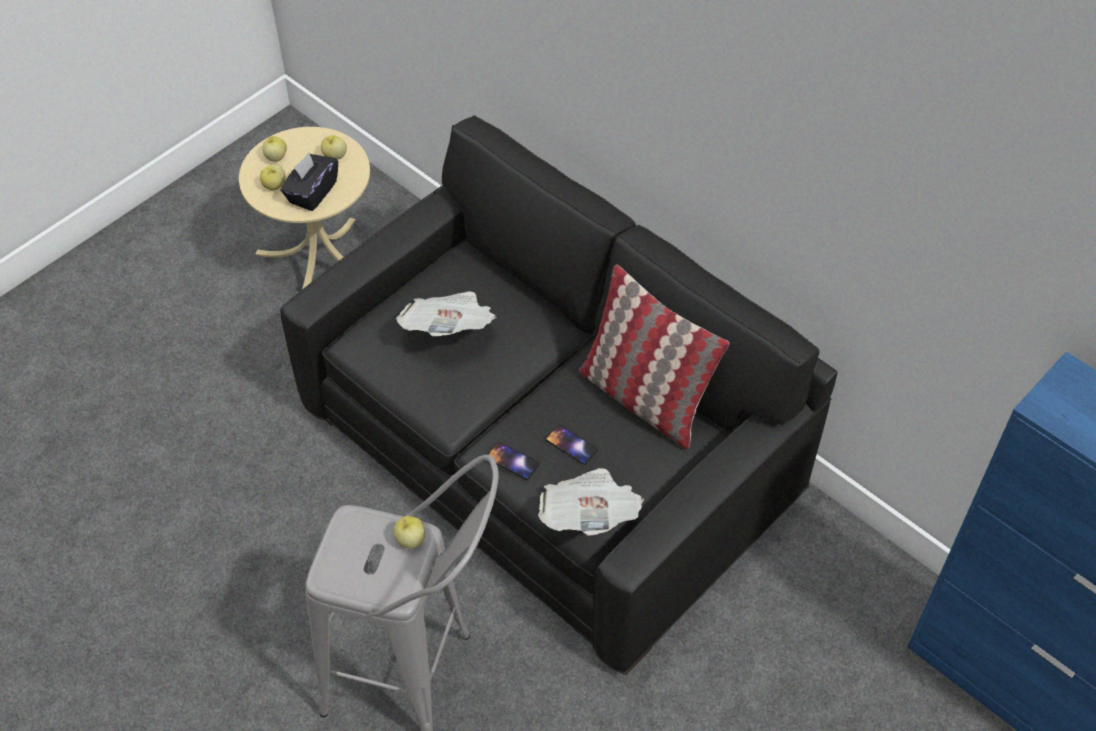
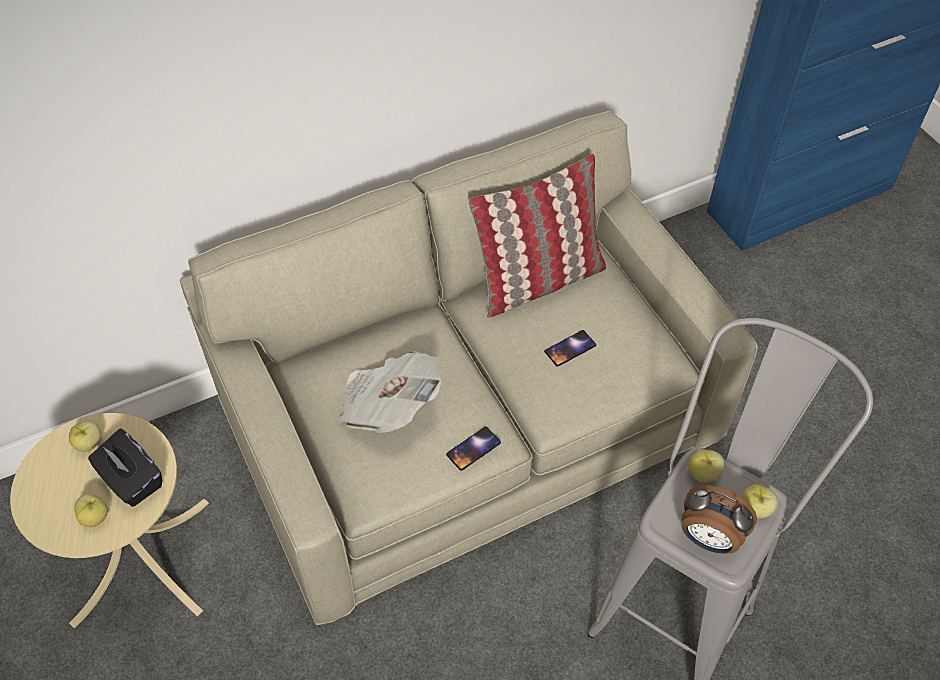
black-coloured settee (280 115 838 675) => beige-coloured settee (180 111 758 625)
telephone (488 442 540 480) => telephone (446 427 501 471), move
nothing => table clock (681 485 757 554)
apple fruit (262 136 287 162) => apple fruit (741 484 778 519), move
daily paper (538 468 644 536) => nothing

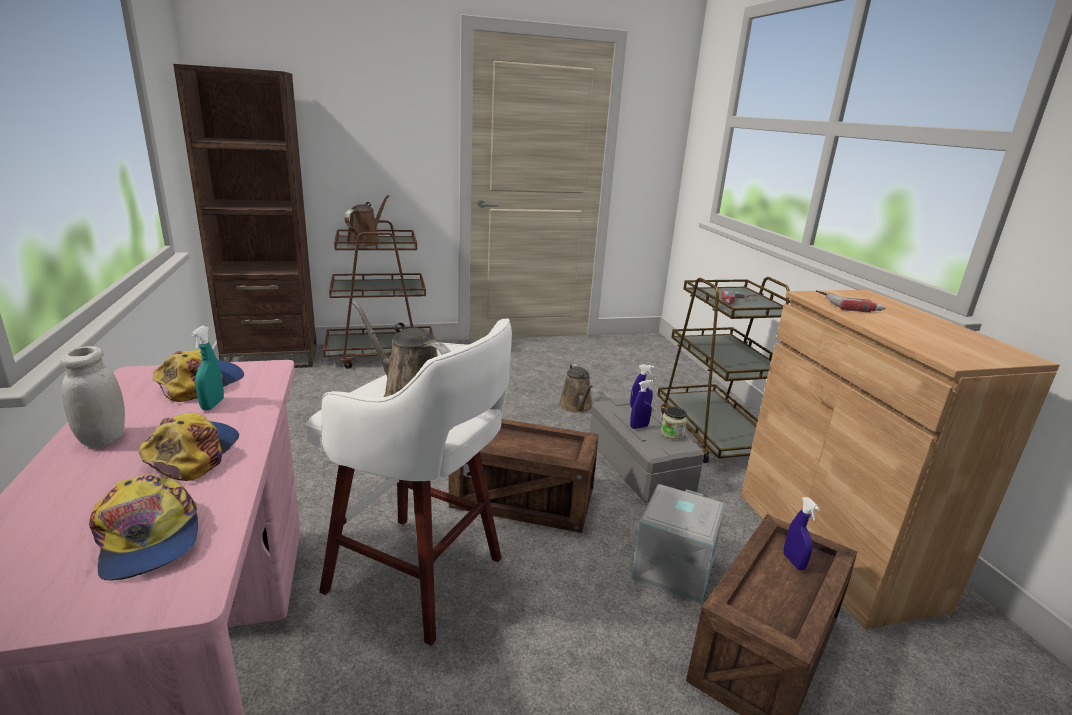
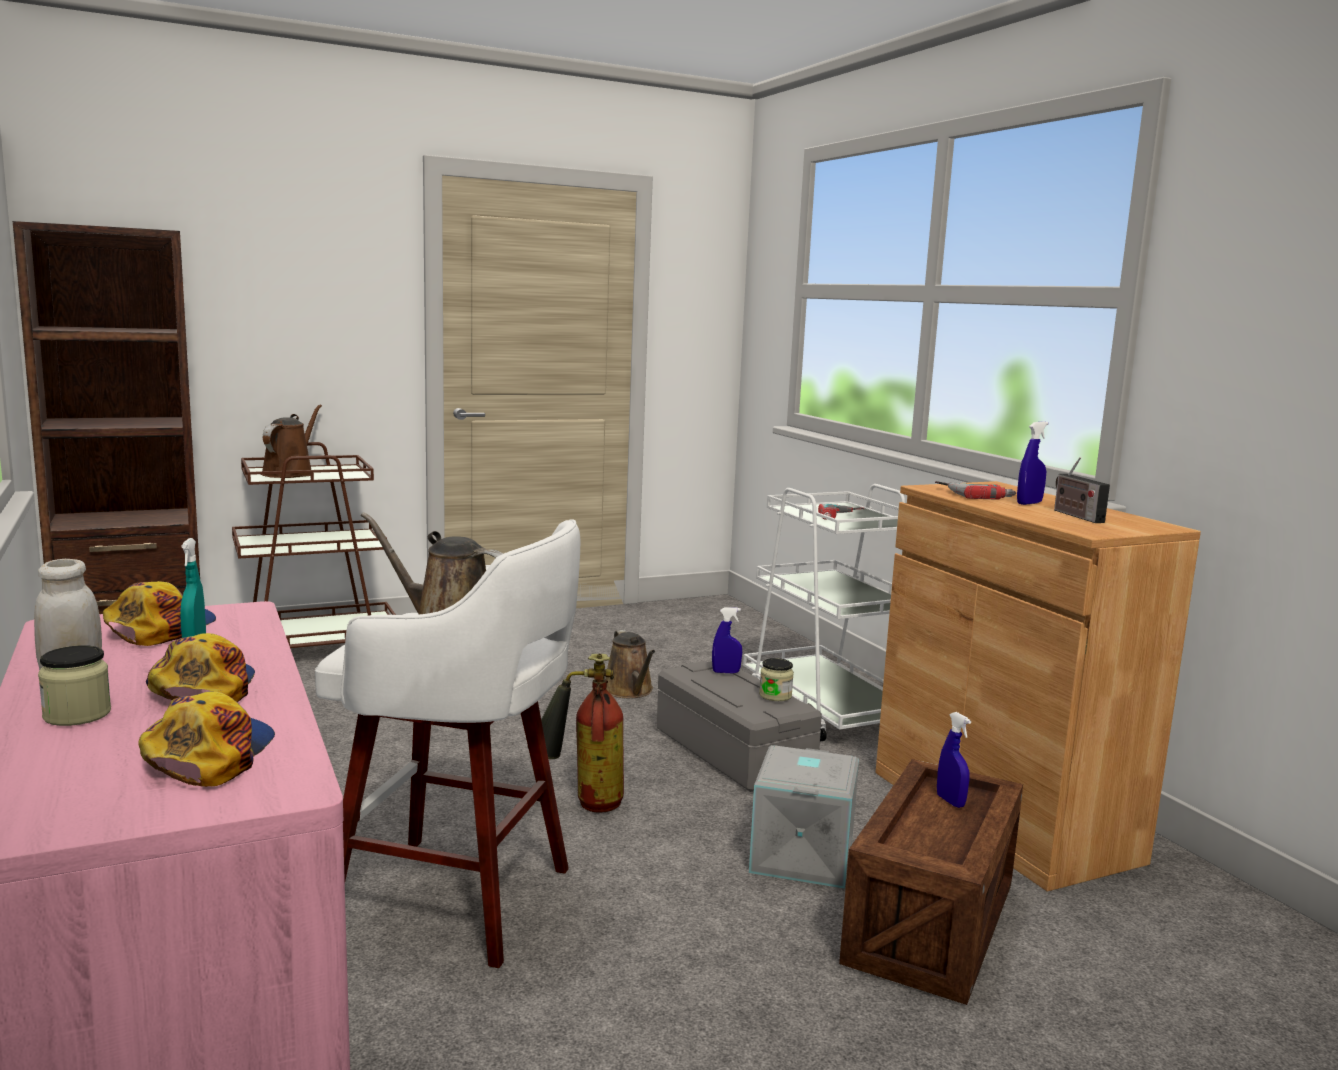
nothing => storage jar (38 645 111 726)
peaked cap (89 474 198 581) => peaked cap (138 691 275 787), 135 degrees counterclockwise
crate (449 419 598 533) => extinguisher (541 653 624 813)
brown cart (657 277 791 463) => whitish cart (743 484 905 741)
blue-coloured spray bottle (630 380 653 429) => blue-coloured spray bottle (1017 421 1048 505), move
nothing => radio set (1054 457 1110 523)

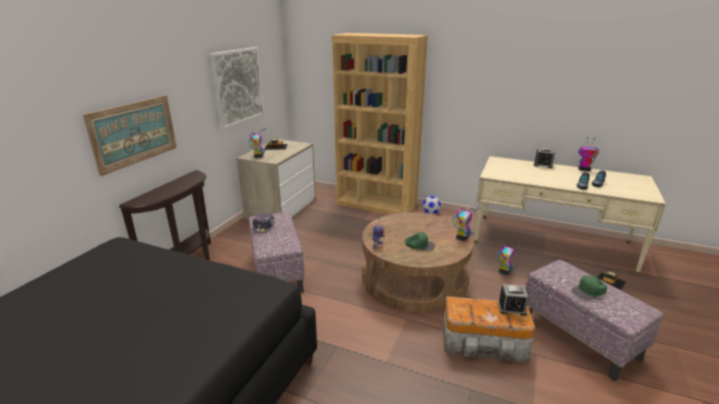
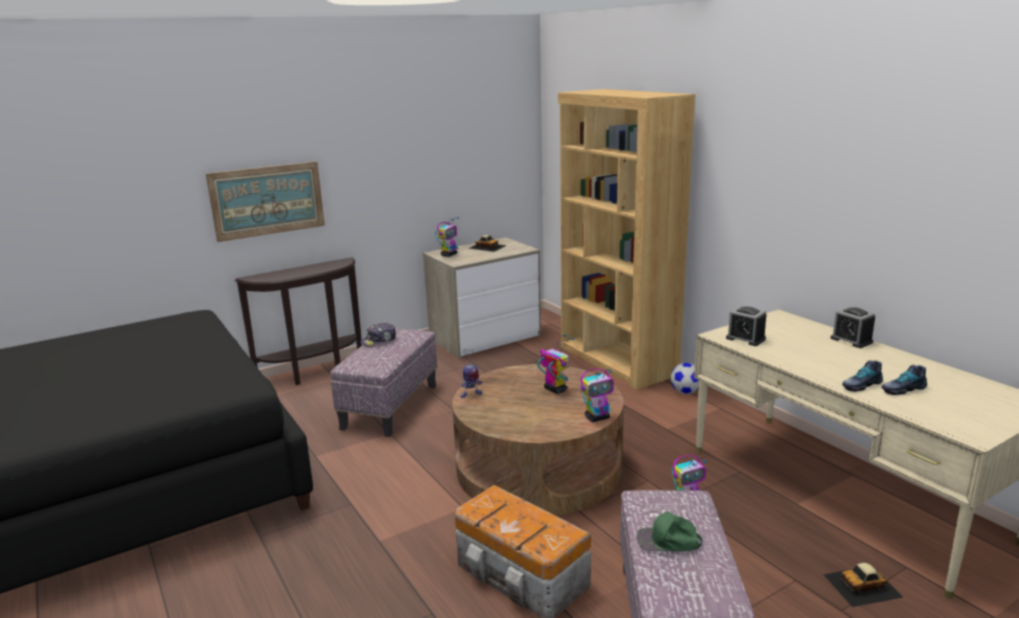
model robot (578 137 599 171) => model robot (537 334 574 394), move
table clock (498 284 529 316) => table clock (726 306 767 346), move
picture (209 47 264 130) => nothing
green peaked cap (405 232 435 251) => nothing

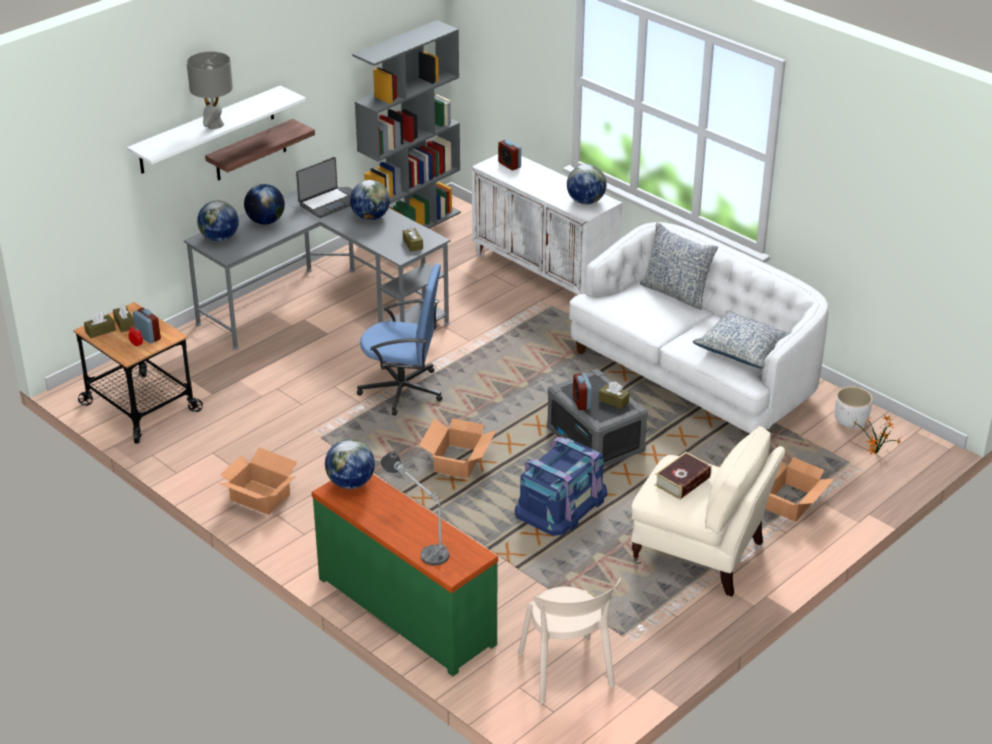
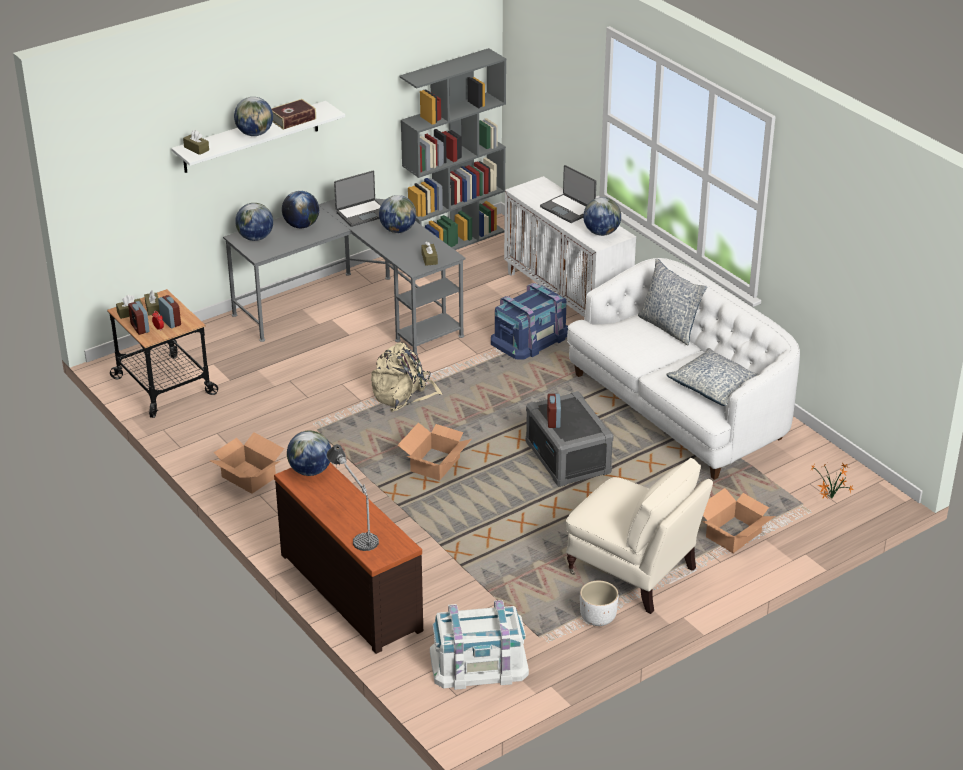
table clock (498 139 521 170) => table clock (128 301 149 335), move
brown tissue box (599 381 629 409) => brown tissue box (183 130 209 155), move
greyish tabletop lamp (187 51 233 129) => globe (234 97 273 136)
book (654 452 712 500) => book (271 99 316 130), move
green drawer chest (312 474 498 676) => brown drawer chest (274 463 423 654)
blue-coloured office chair (357 264 443 416) => beige-coloured backpack (371 342 442 412)
beige-coloured plain chair (518 578 621 704) => whitish storage bin (430 600 529 690)
blue-coloured storage bin (515 437 607 536) => blue-coloured storage bin (491 283 568 359), move
nothing => notebook computer (540 165 597 223)
whitish plant pot (835 387 873 429) => whitish plant pot (580 581 618 626), move
bracket shelf (205 119 315 181) => nothing

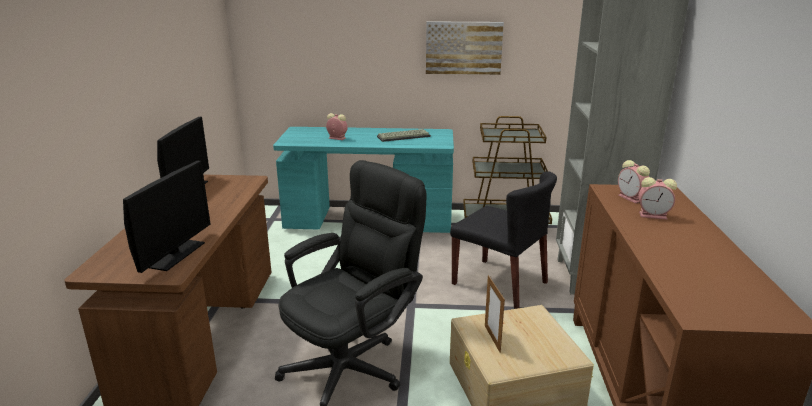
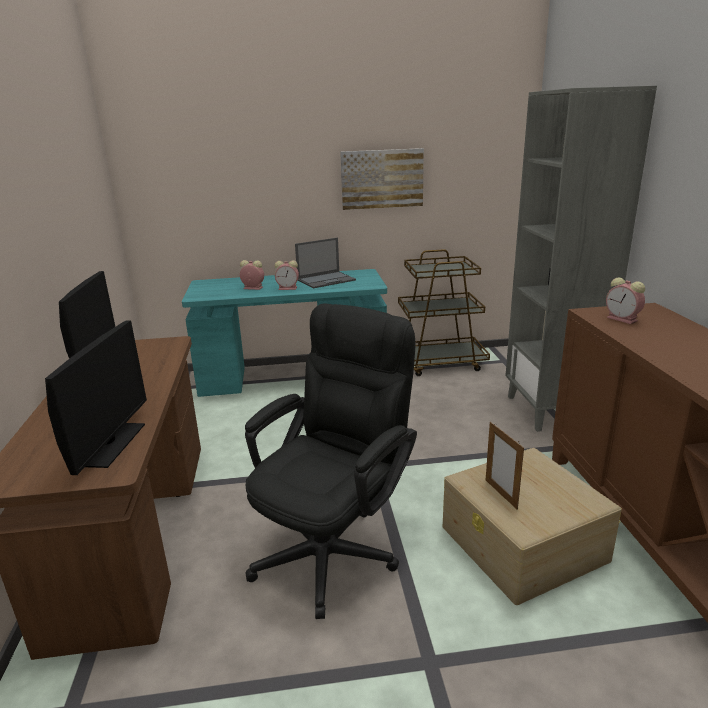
table clock (638 177 677 220) => table clock (275 260 299 290), move
PC keyboard (377 129 431 142) => notebook computer (295 238 356 288)
black-coloured plain chair (450 171 557 309) => nothing

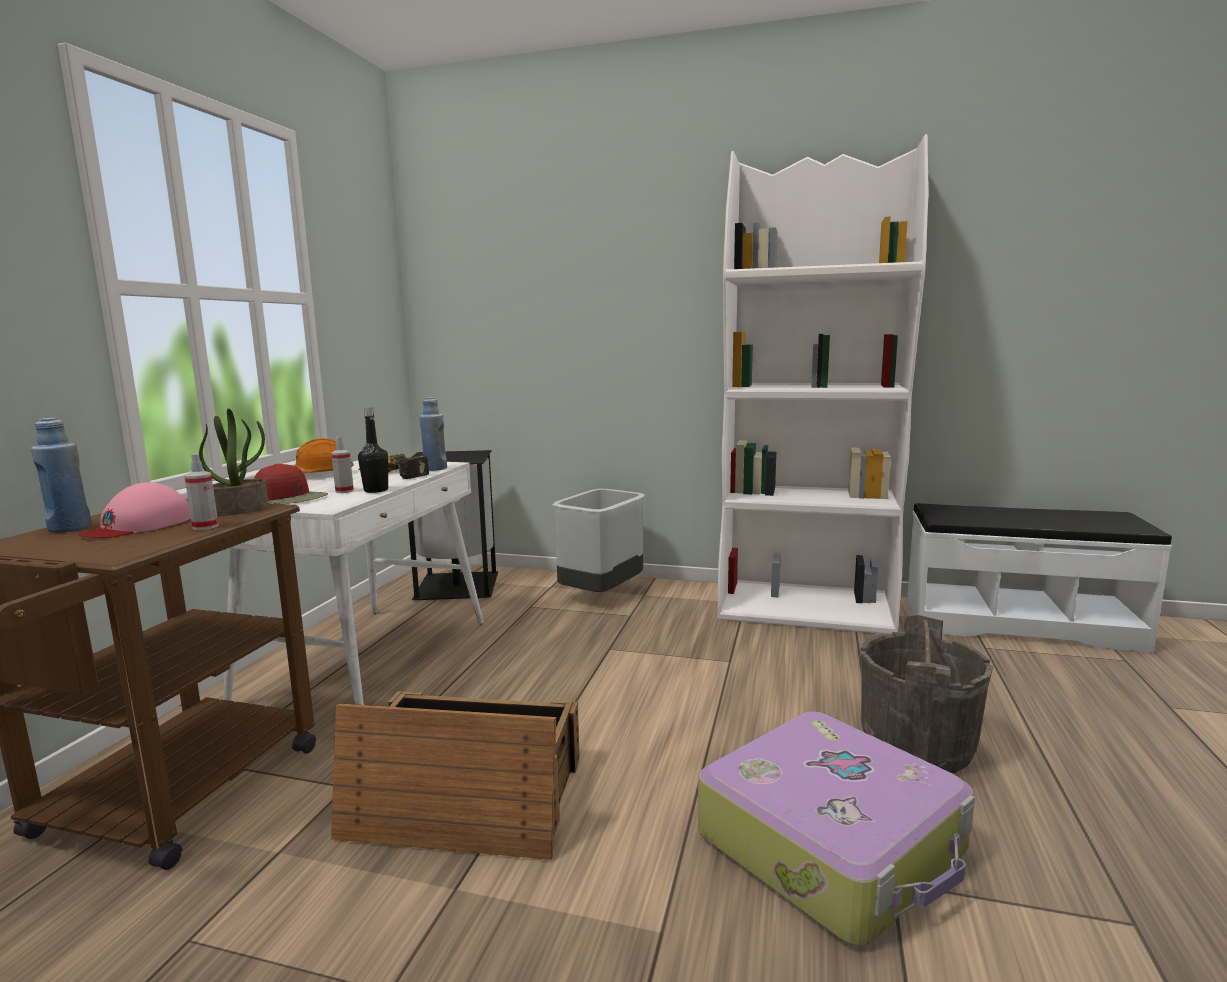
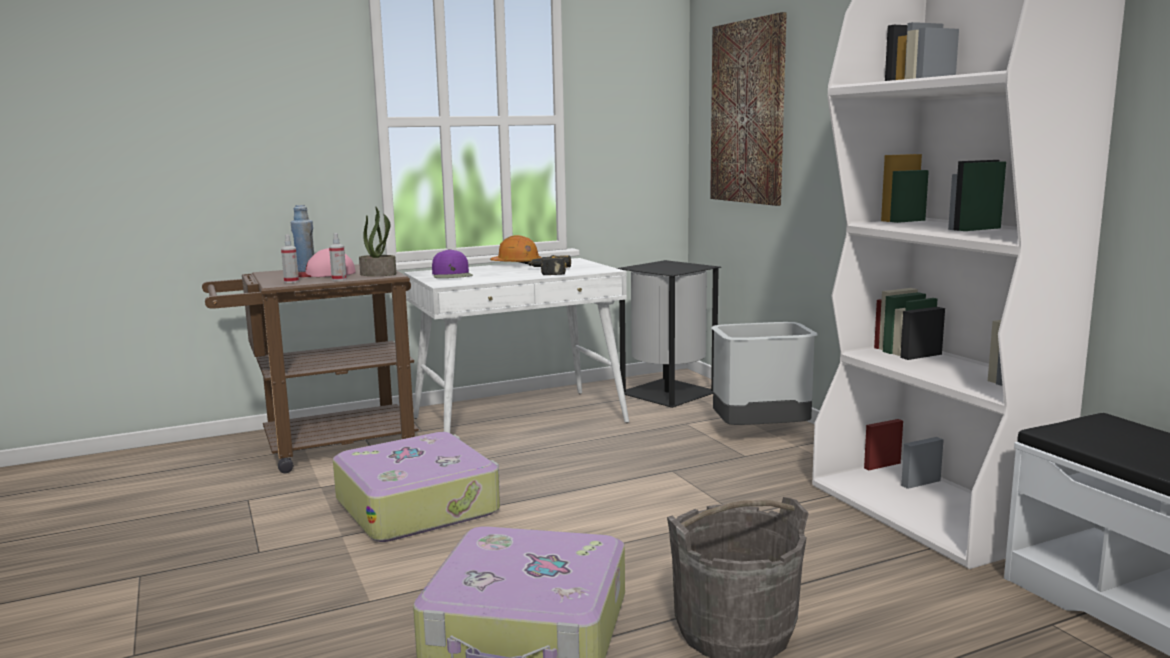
spray bottle (331 437 354 493) => spray bottle (281 235 299 283), move
crate (331 691 580 860) => travel case (333 432 500 542)
red peaked cap (254 463 328 504) => purple peaked cap (432 249 473 278)
nothing => picture (710 12 786 206)
black-coloured beverage bottle (358 408 388 493) => nothing
blue-coloured beverage bottle (419 397 447 471) => nothing

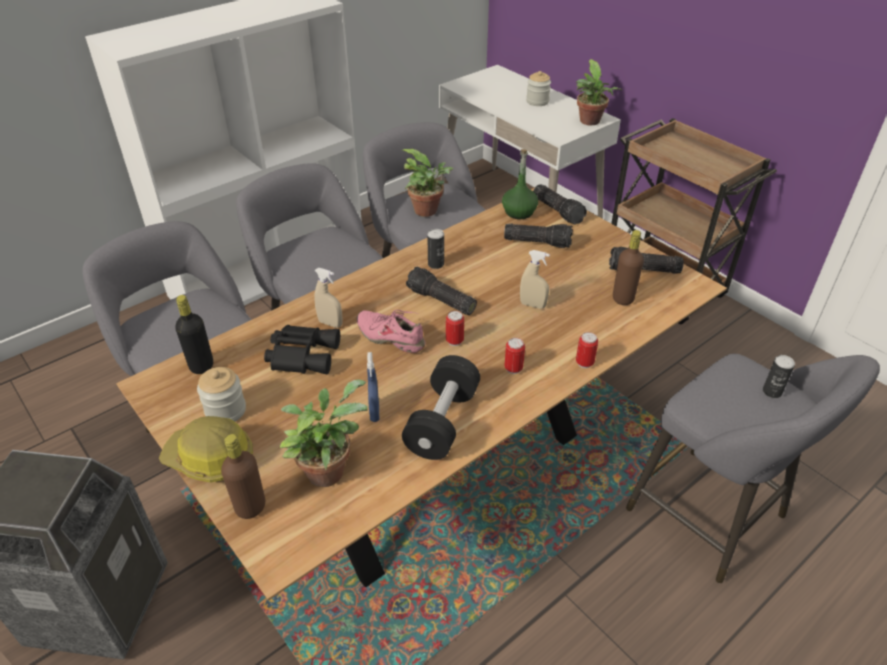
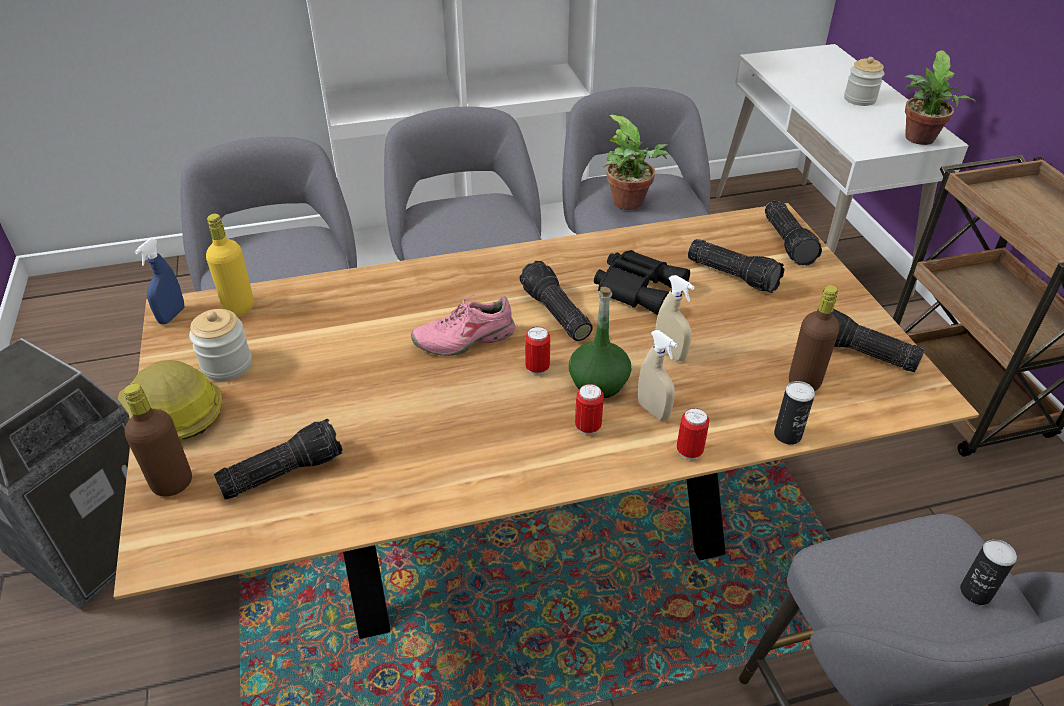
blue-coloured spray bottle (367 352 379 422) => blue-coloured spray bottle (135 239 184 324), move
black-coloured beverage bottle (175 295 213 374) => yellowish beverage bottle (206 214 254 316)
houseplant (280 379 368 487) => hand torch (214 418 343 500)
pink-coloured low shoe (357 310 426 353) => pink-coloured low shoe (411 294 515 356), 75 degrees counterclockwise
green beverage bottle (502 149 538 219) => green beverage bottle (569 287 631 398), move
black-coloured pair of binoculars (264 325 340 374) => black-coloured pair of binoculars (594 250 690 315), move
beige-coloured spray bottle (314 268 343 328) => beige-coloured spray bottle (638 330 677 420), move
metal can (427 229 444 269) => metal can (774 381 815 445), move
black-coloured dumbbell (402 355 480 460) => nothing

